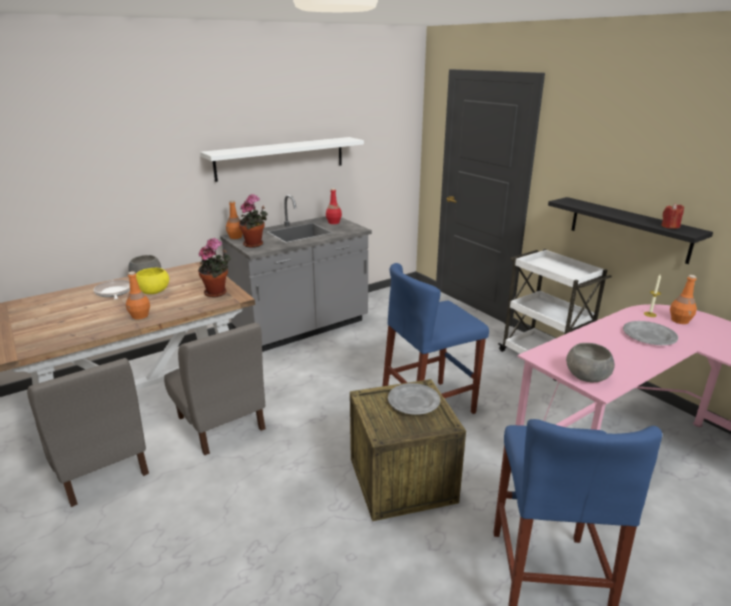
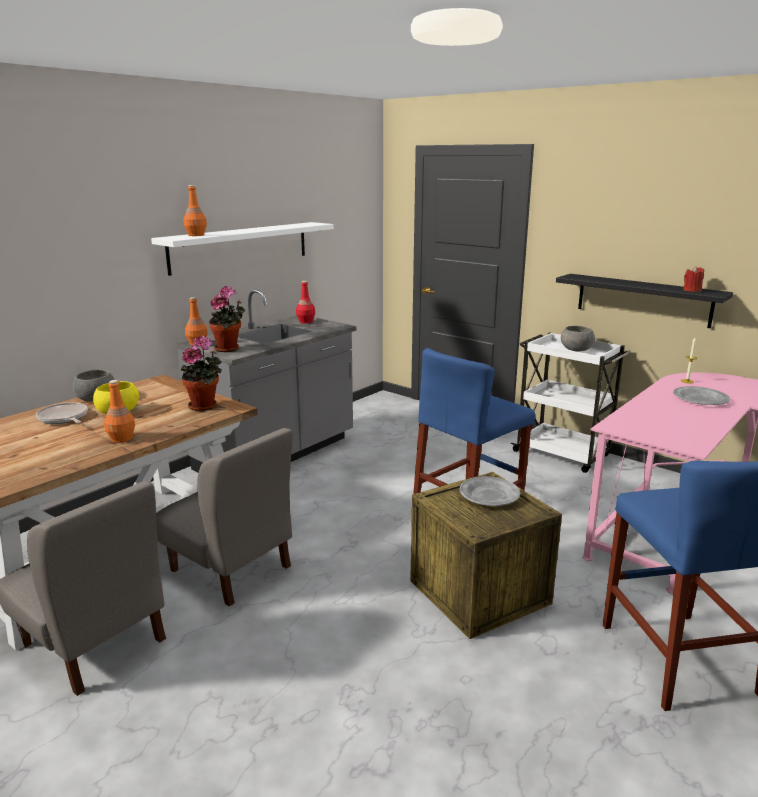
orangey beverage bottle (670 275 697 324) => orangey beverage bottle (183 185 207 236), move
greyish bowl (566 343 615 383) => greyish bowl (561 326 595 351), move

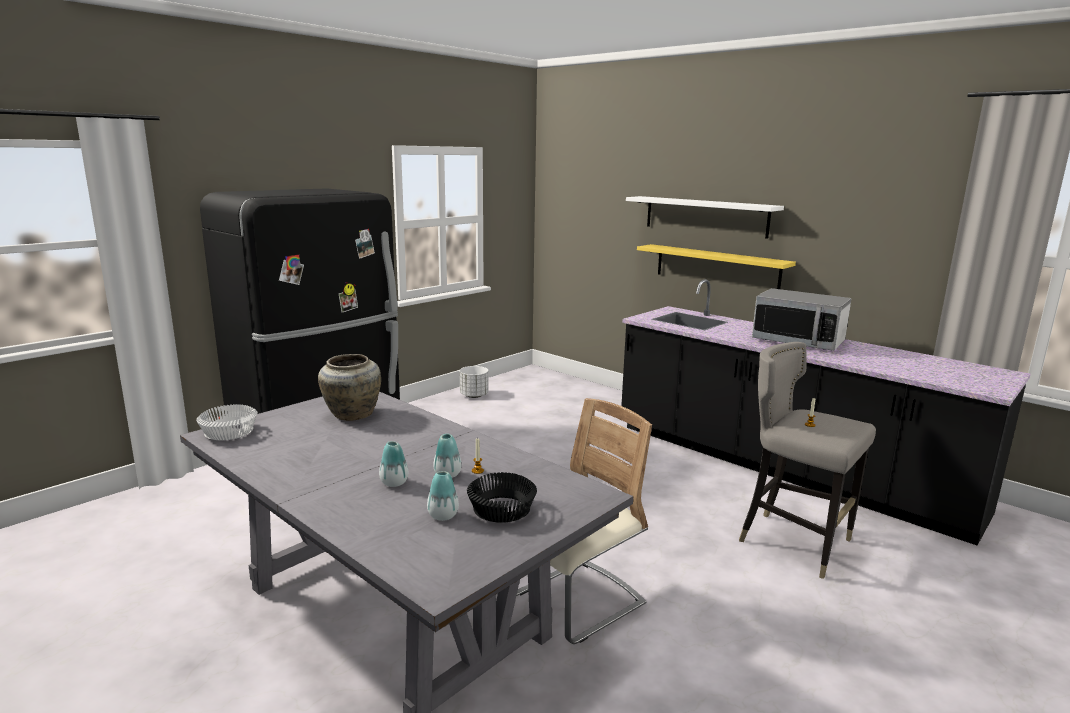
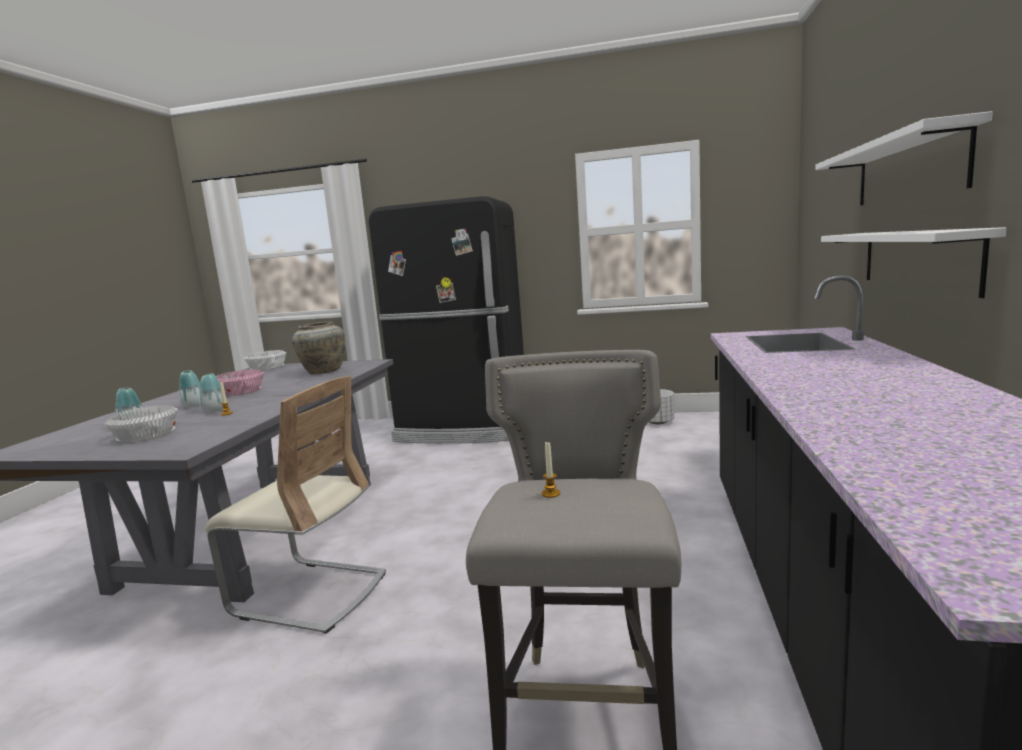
black-coloured bowl (467 472 537 523) => whitish bowl (104 405 178 442)
nothing => pink-coloured bowl (216 369 264 396)
yellowish bracket shelf (637 244 796 289) => whitish bracket shelf (821 227 1006 298)
kitchen microwave (752 288 851 351) => nothing

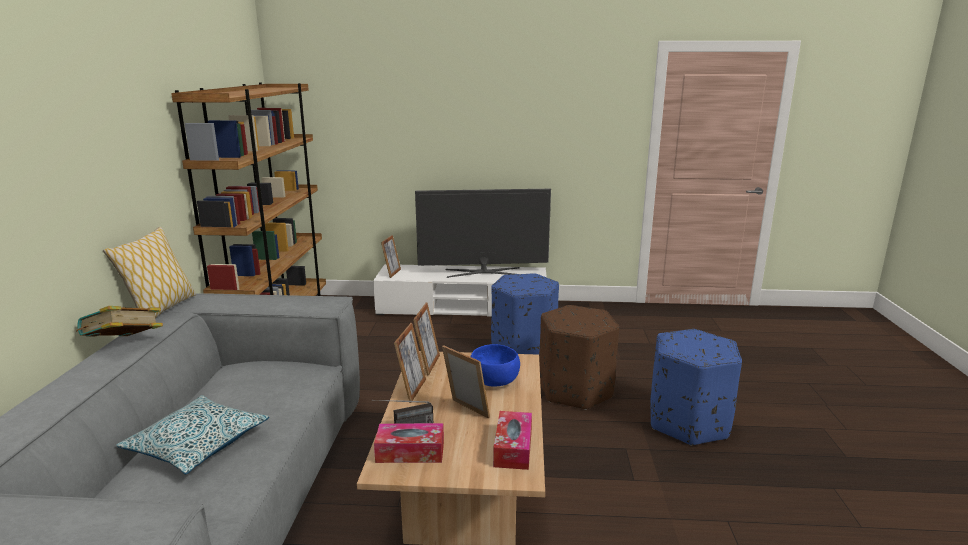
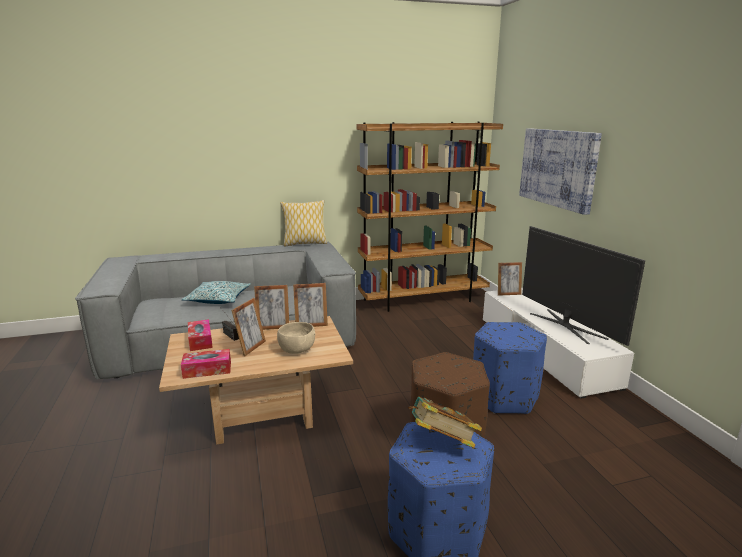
blue-coloured bowl (471 344 520 387) => beige-coloured bowl (277 322 316 354)
book (76 306 163 337) => book (408 397 482 448), move
nothing => picture (519 128 602 215)

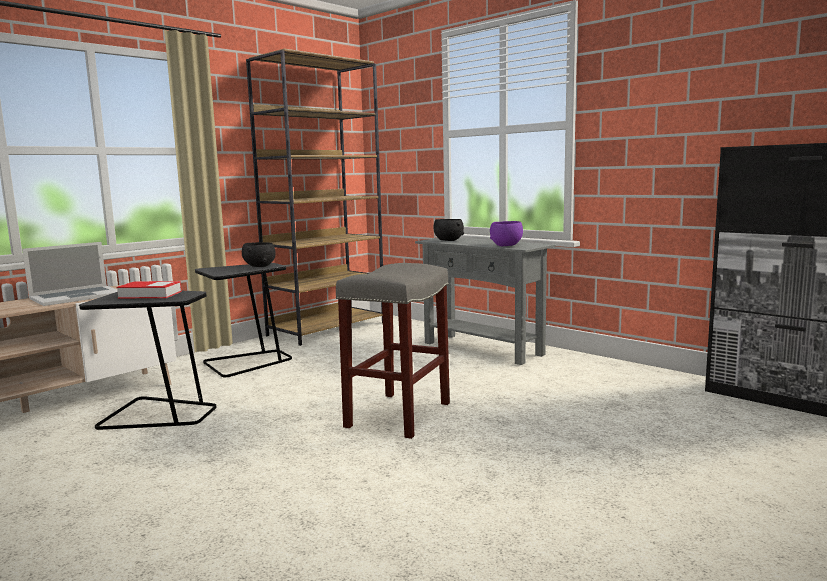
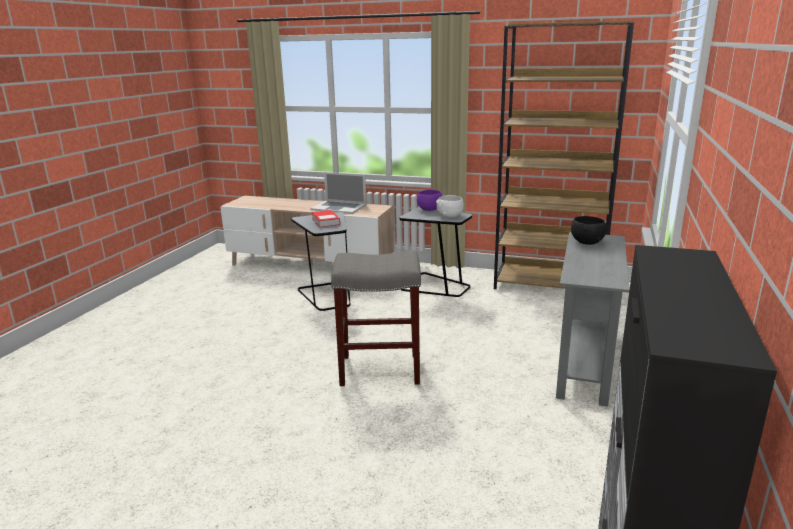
purple bowl (490 221 523 246) => purple bowl (417 190 442 211), move
black-coloured bowl (242 242 276 267) => whitish bowl (436 195 464 218)

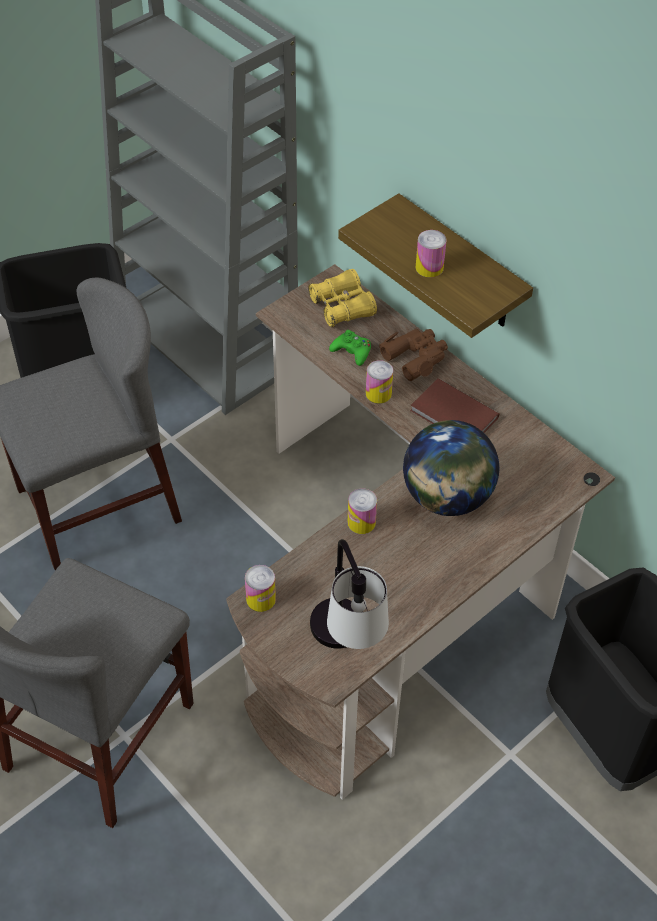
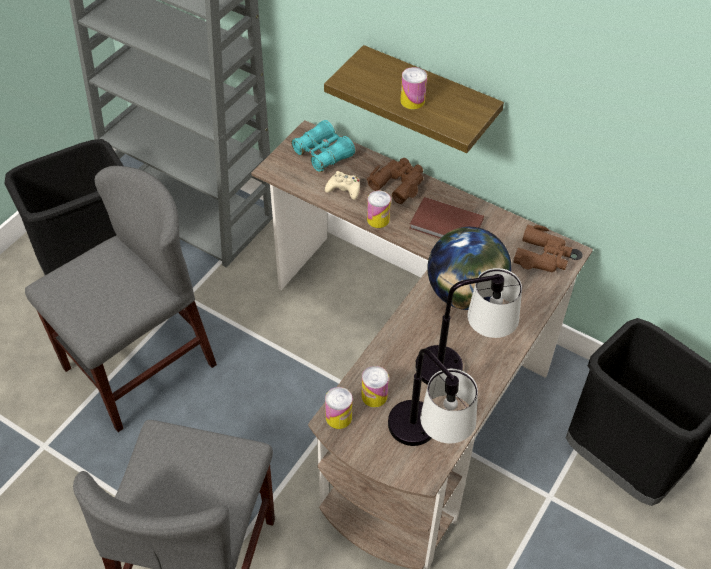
yellowish pair of binoculars (308 269 377 327) => turquoise pair of binoculars (291 120 355 172)
green game controller (329 330 371 366) => beige-coloured game controller (325 171 360 200)
metal can (348 488 377 534) => metal can (361 366 389 407), move
nothing => tabletop lamp (415 268 522 385)
nothing => brown pair of binoculars (513 225 573 272)

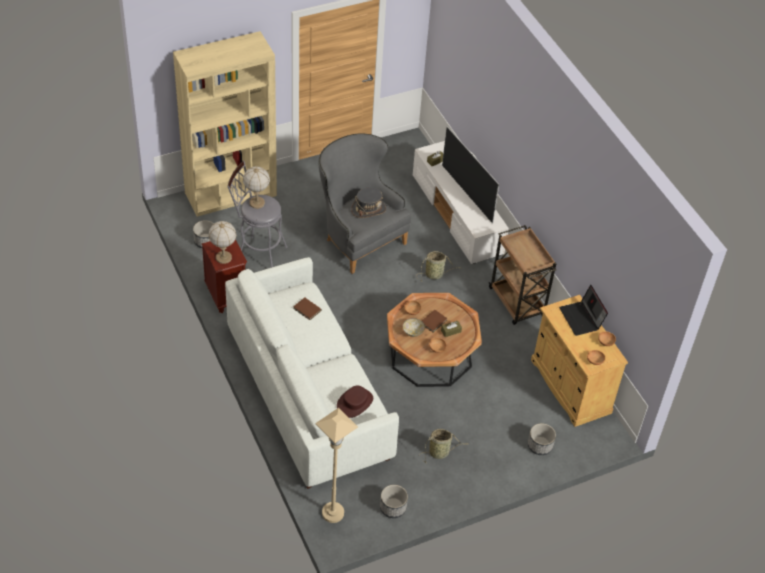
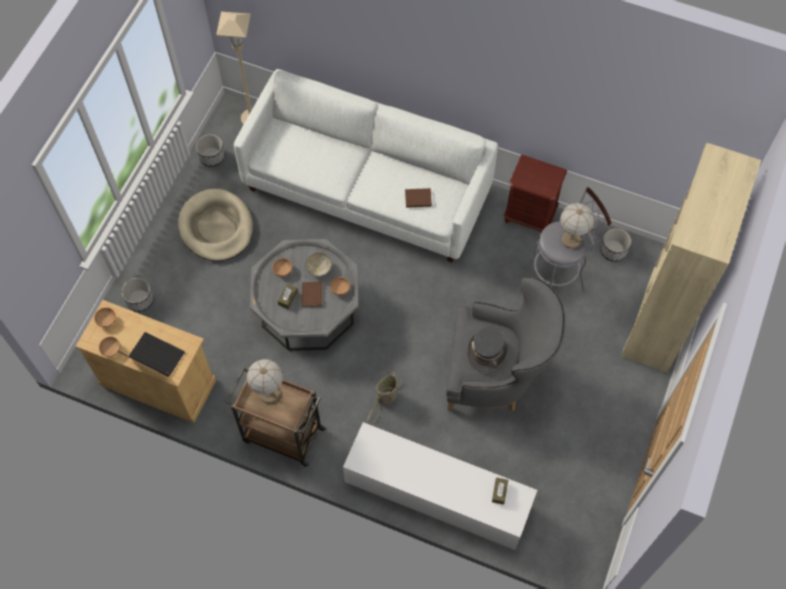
storage basket (419 429 468 464) => beige-coloured dog bed (178 189 253 261)
tabletop lamp (209 221 237 264) => tabletop lamp (247 359 283 403), move
brown coffee table (387 293 482 387) => greyish coffee table (250 239 359 351)
brown wearable hat (337 385 373 418) => nothing
TV (442 126 499 223) => nothing

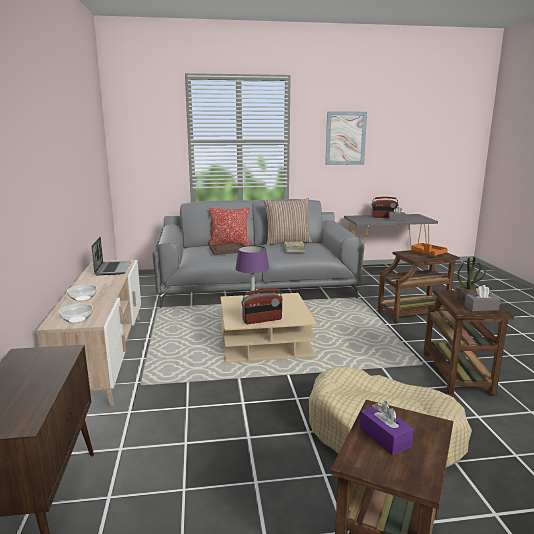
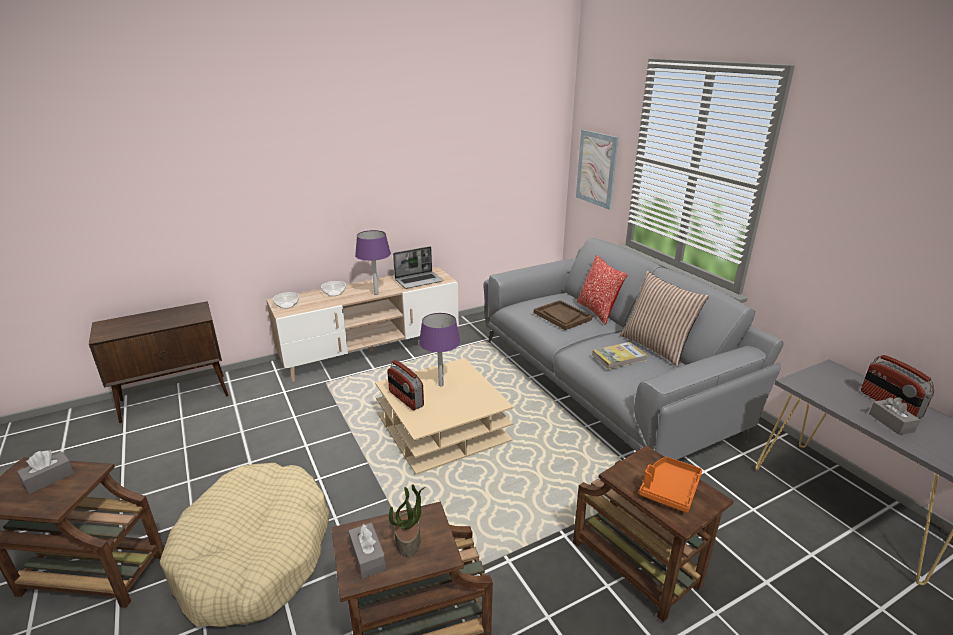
purple tissue box (359 401 414 455) => greyish tissue box (17 450 74 494)
nothing => purple tabletop lamp (355 230 391 295)
picture (325 111 367 165) => picture (576 130 619 210), move

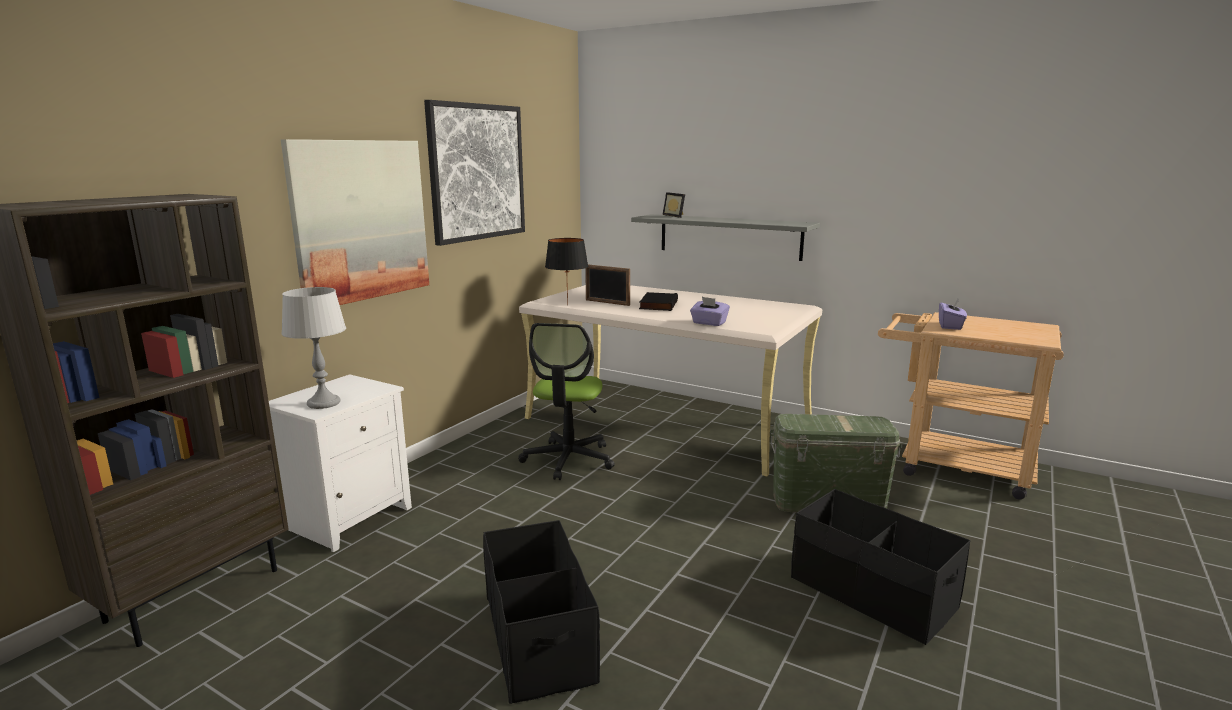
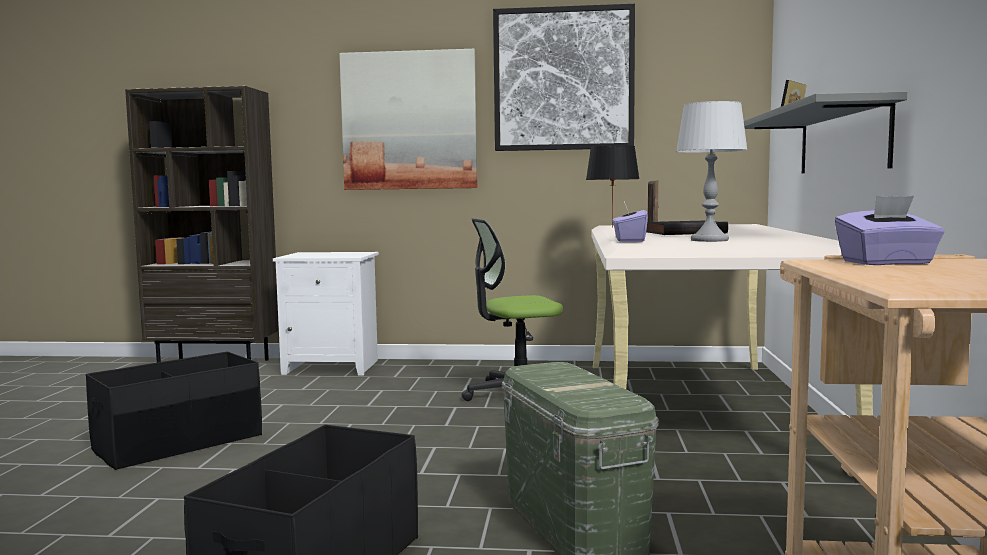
greyish tabletop lamp (281 287 346 409) => greyish tabletop lamp (676 101 748 242), move

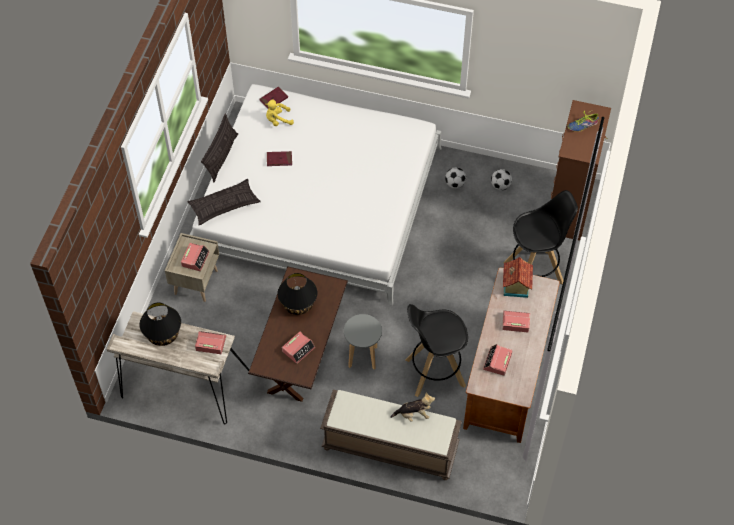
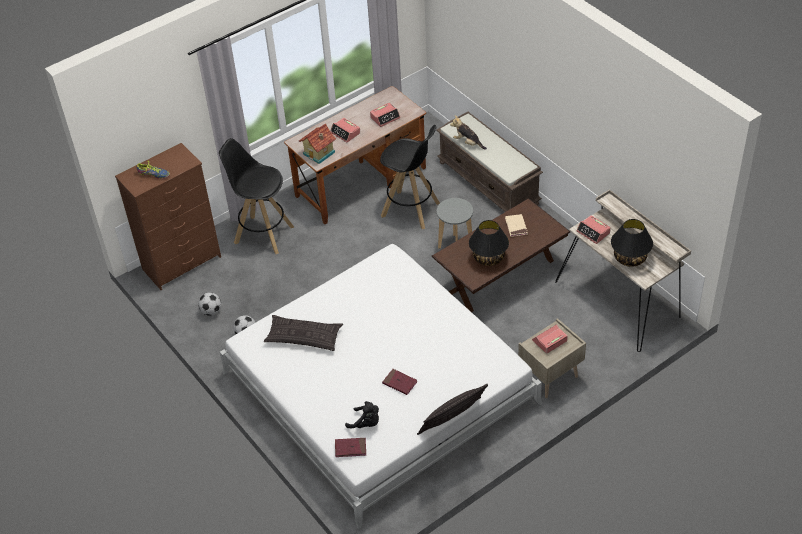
cushion (188 179 261 226) => cushion (264 315 343 351), move
yellowish cuddly toy (265 100 294 126) => black-coloured cuddly toy (345 401 379 429)
table clock (282 332 315 364) => beige-coloured book (505 214 528 237)

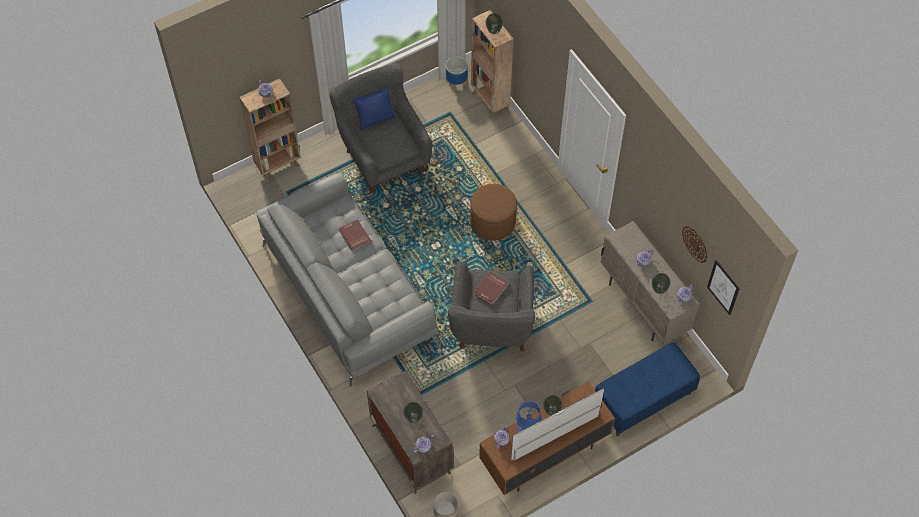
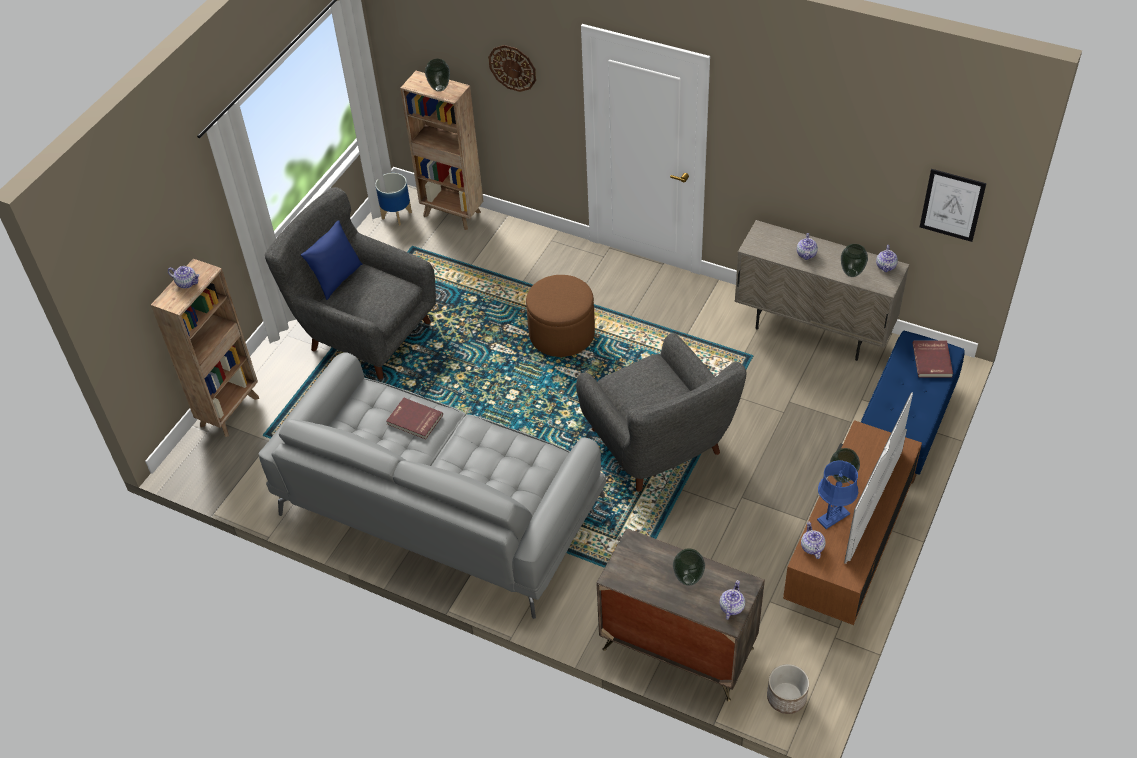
hanging clock (682 226 707 263) => hanging clock (488 45 536 92), move
red book (473 271 509 305) => red book (912 340 953 377), move

